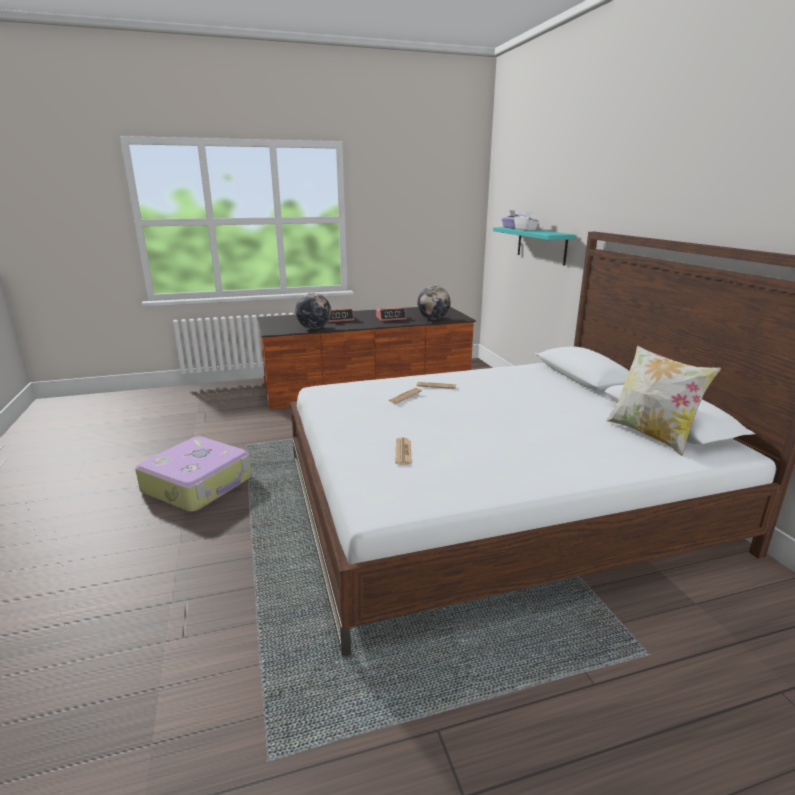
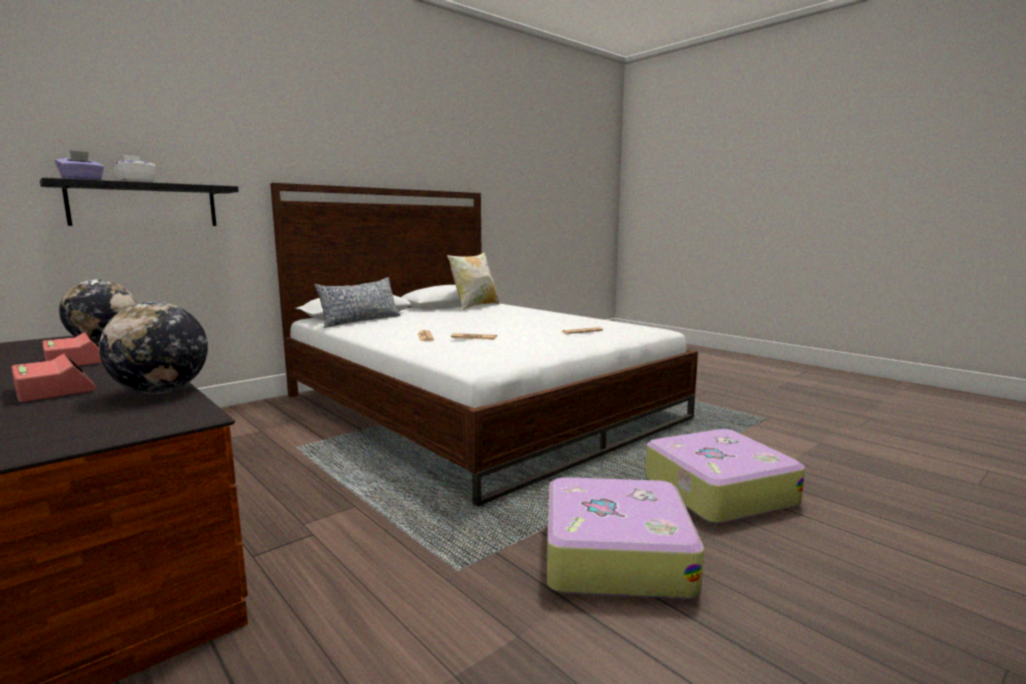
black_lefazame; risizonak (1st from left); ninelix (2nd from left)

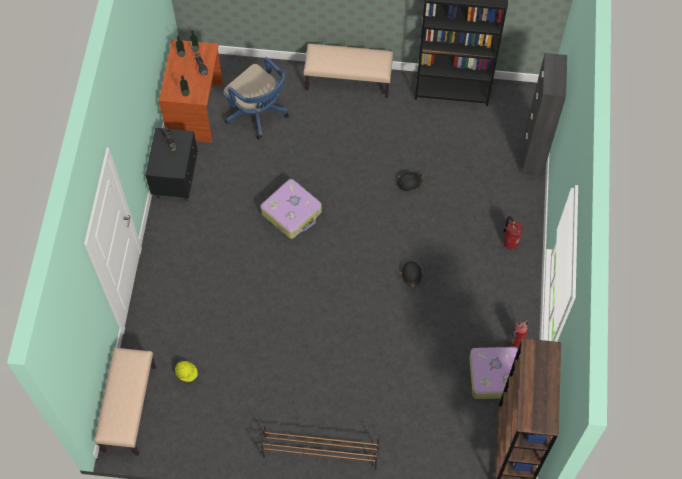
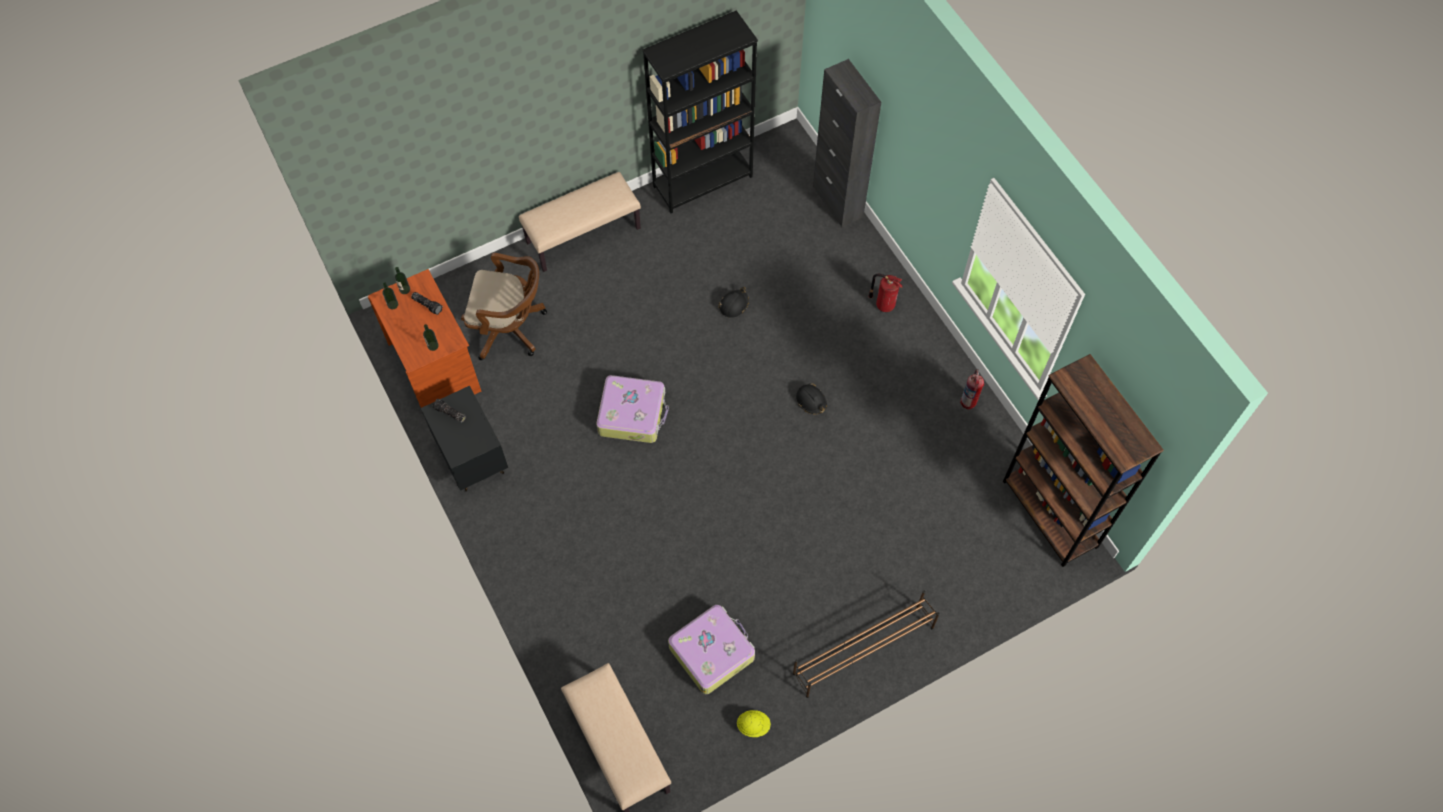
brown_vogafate; ninelix (2nd from left); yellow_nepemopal

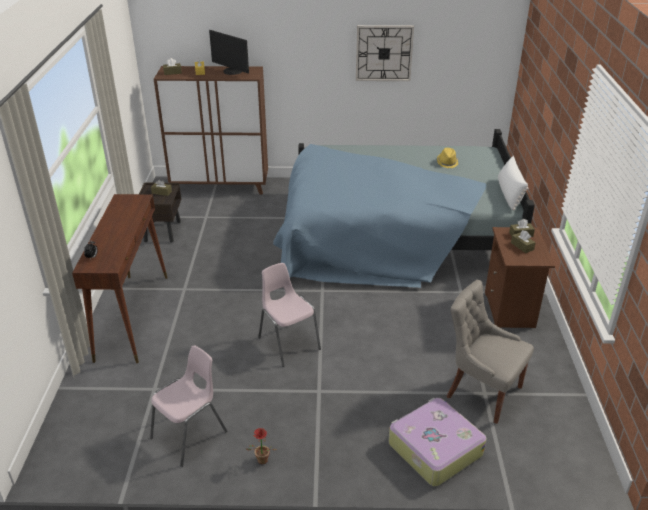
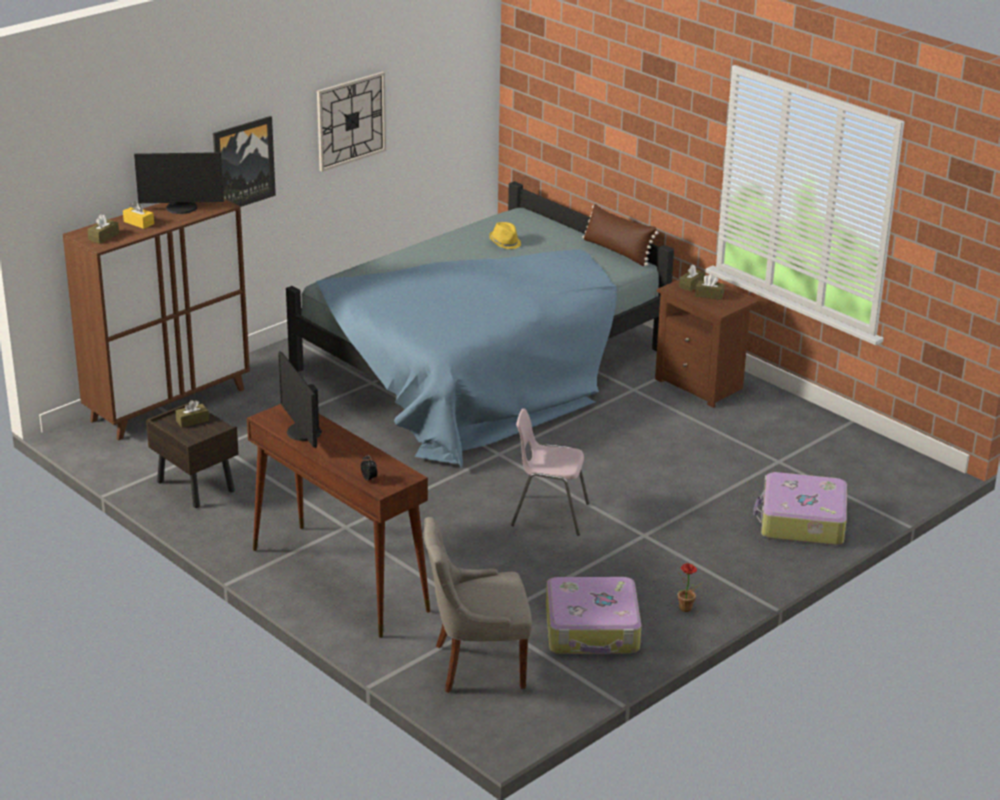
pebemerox; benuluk (2nd from left); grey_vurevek; ninelix (1st from left); brown_risizonak

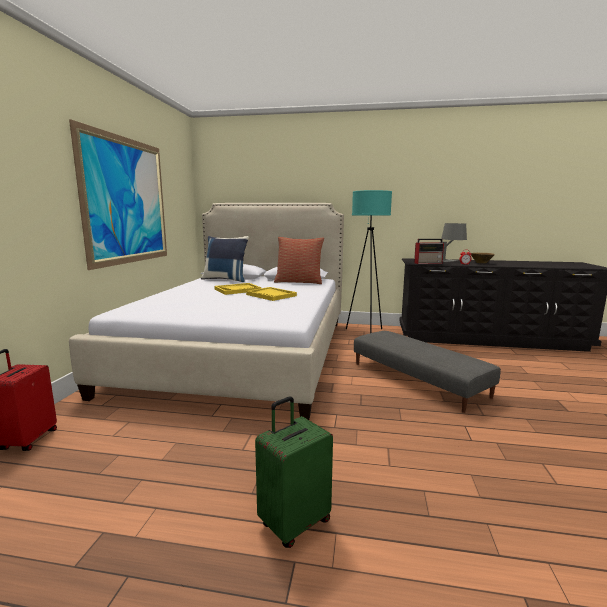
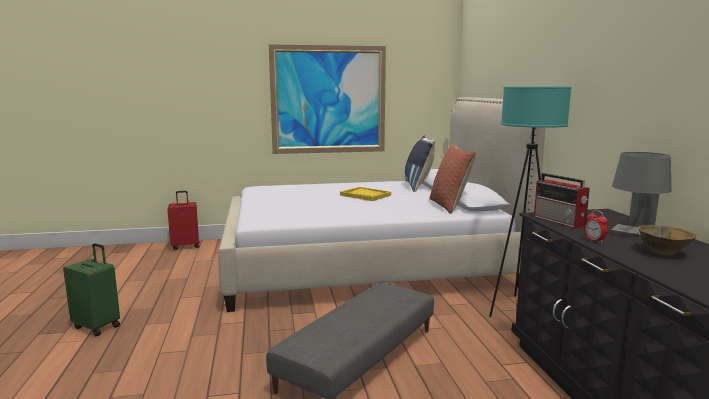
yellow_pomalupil (2nd from left in the first image)

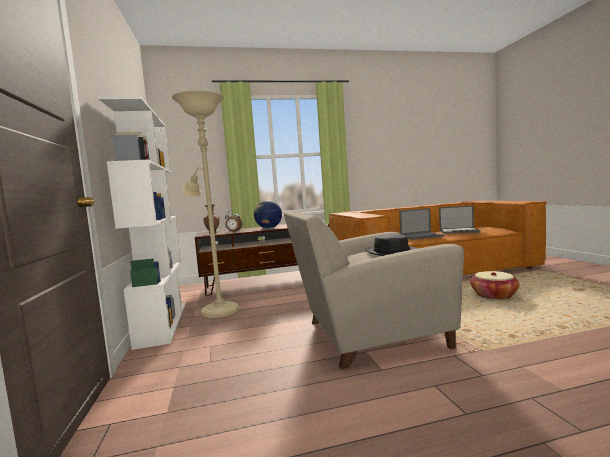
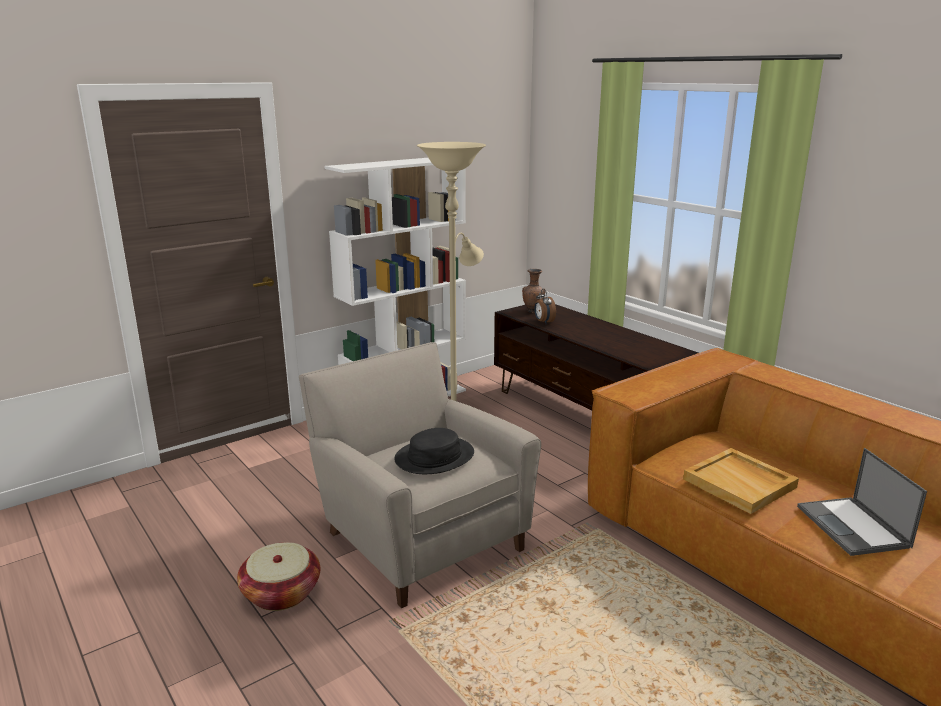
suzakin; beige_pomalupil; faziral

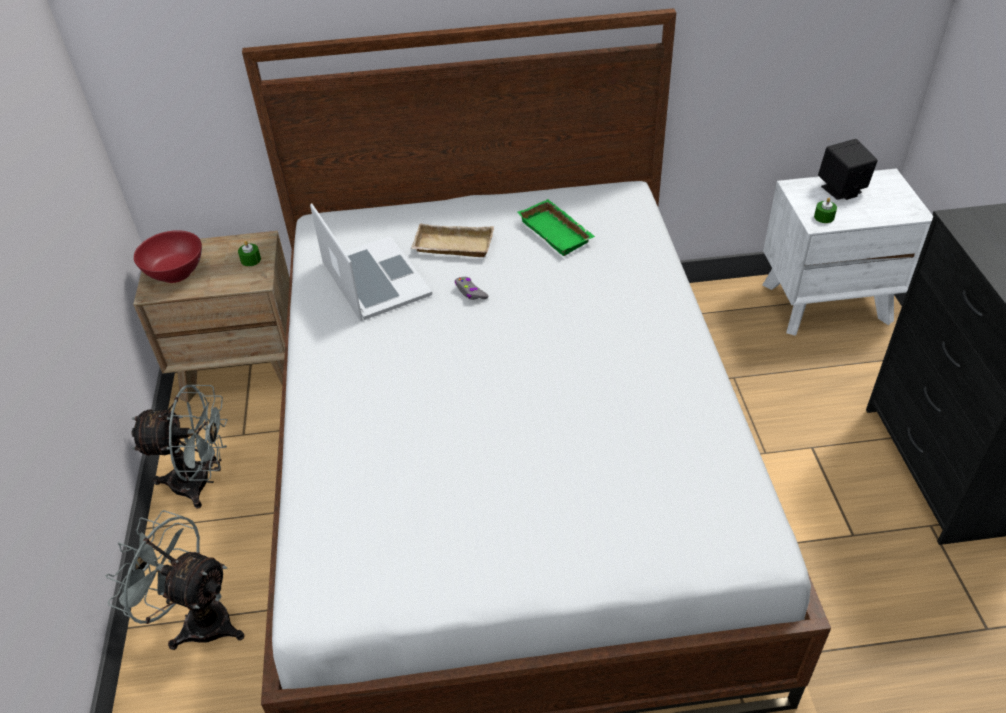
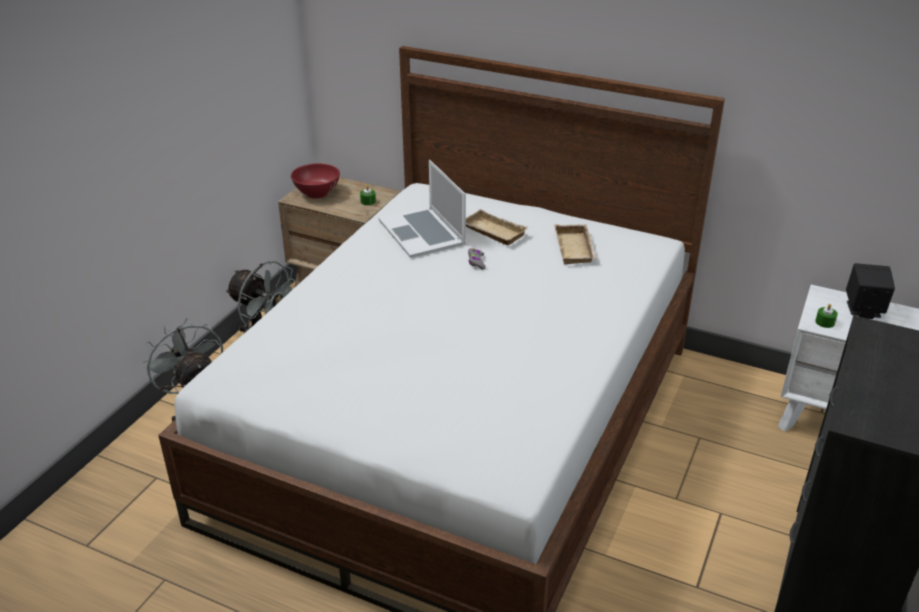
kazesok; beige_pomalupil (2nd from left)

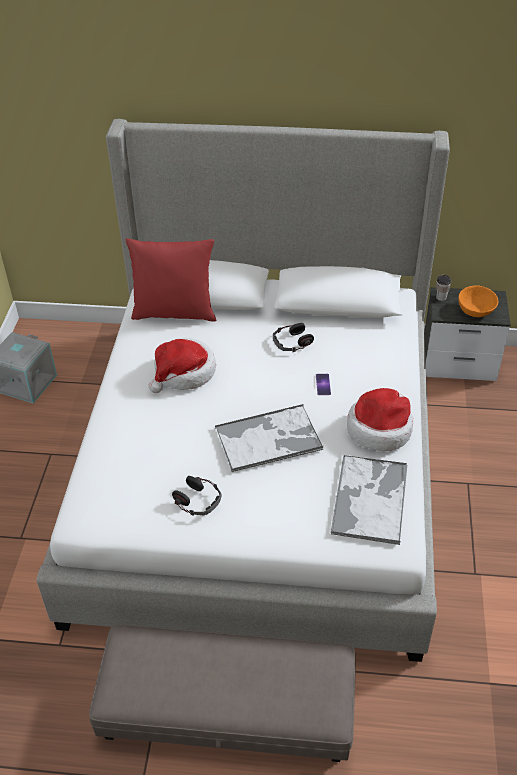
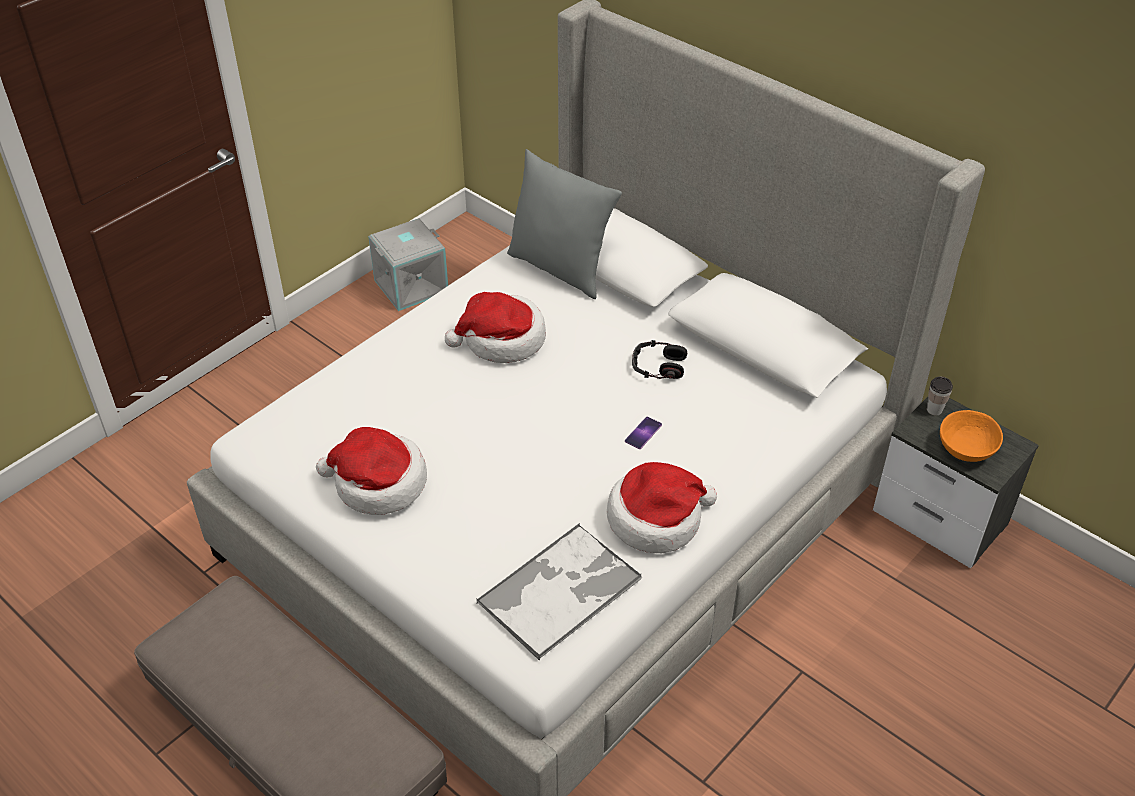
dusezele (1st from left); grey_risizonak; pomalupil (1st from left in the first image)

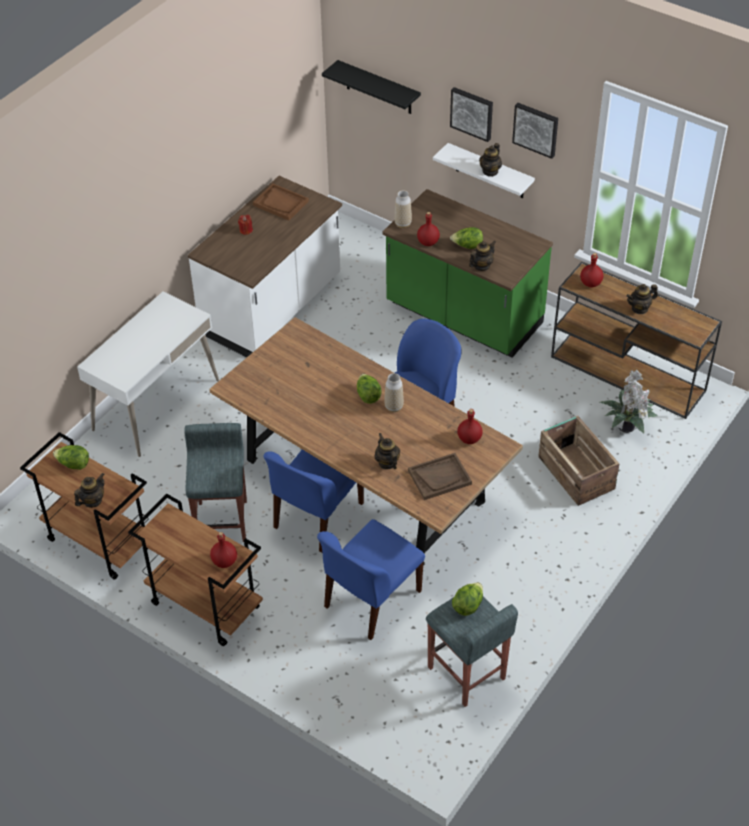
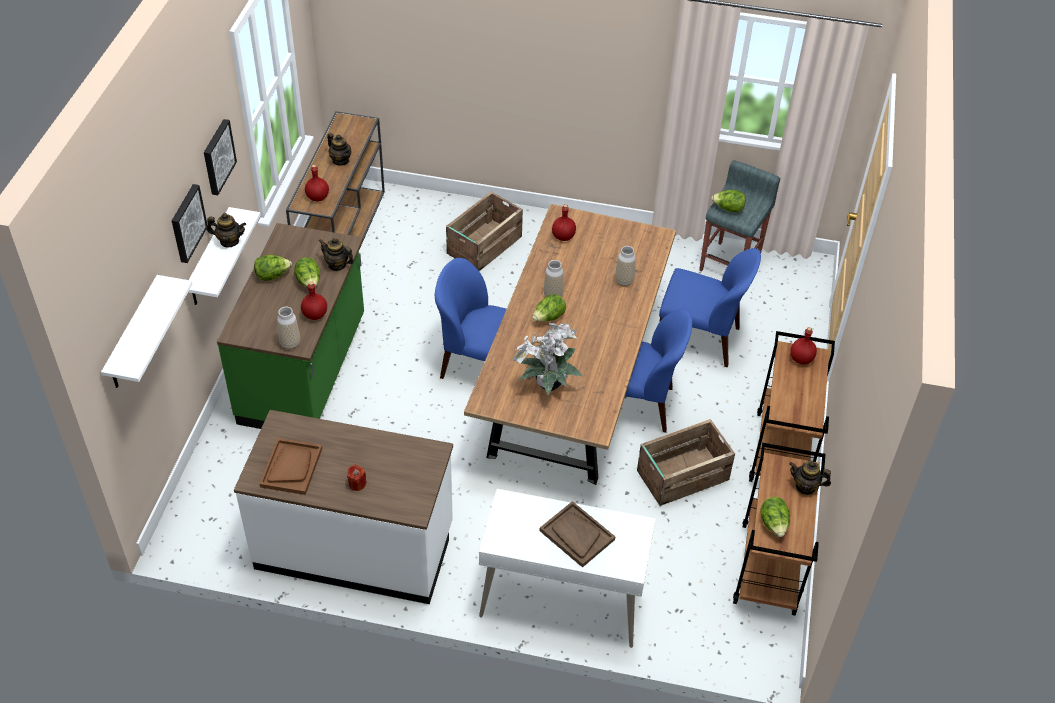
white_lefazame (1st from left); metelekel (1st from left); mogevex; brown_pomalupil (2nd from left); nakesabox (3rd from left); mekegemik (2nd from left)

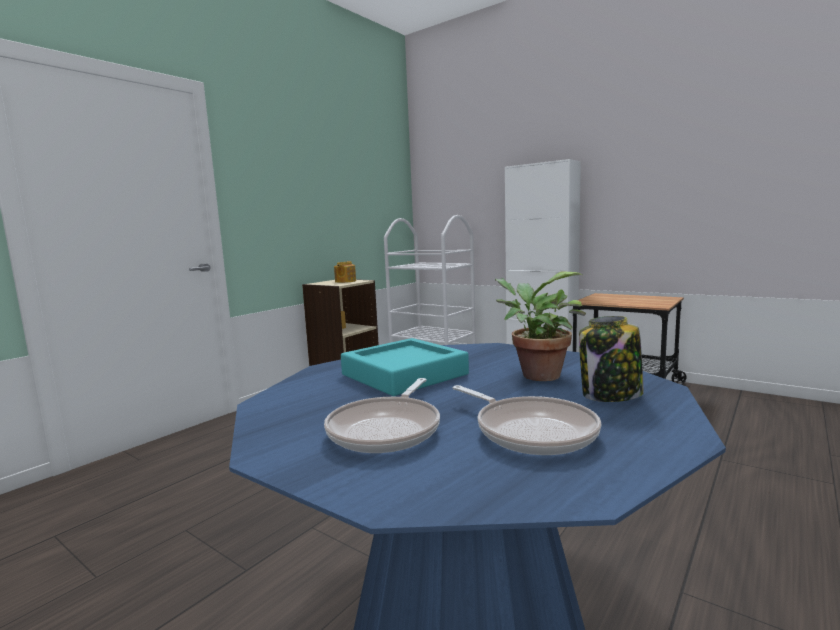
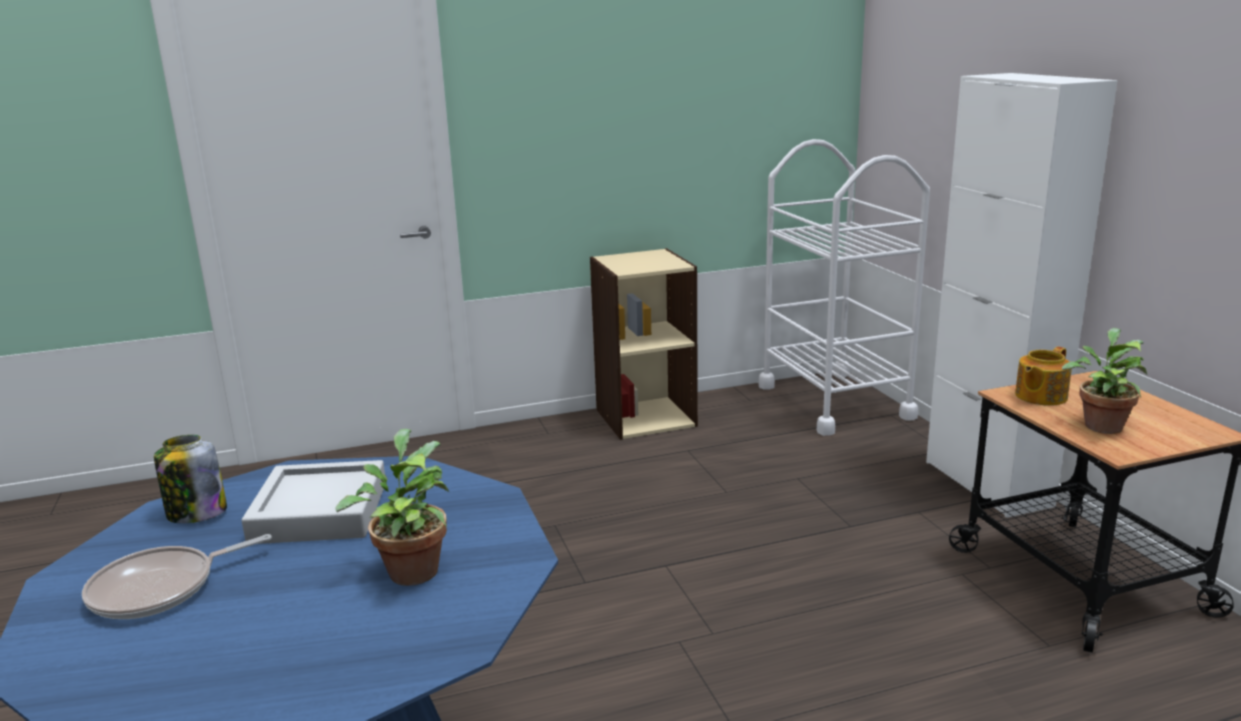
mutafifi; grey_pomalupil; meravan; mogevex (2nd from left); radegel (2nd from left in the first image)

